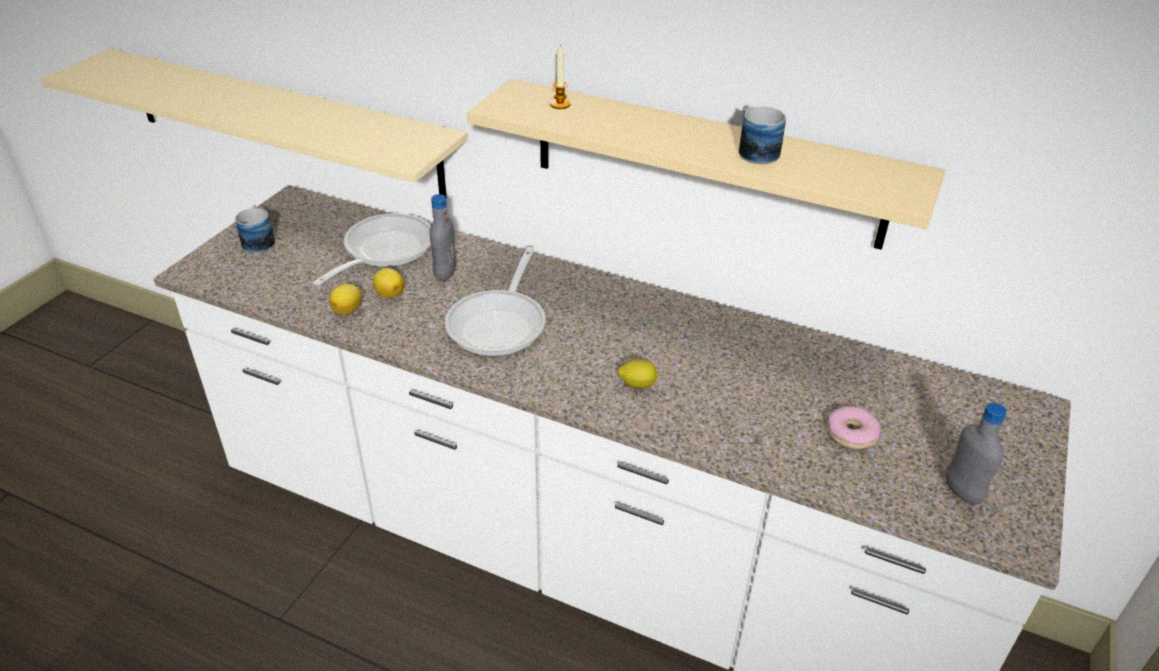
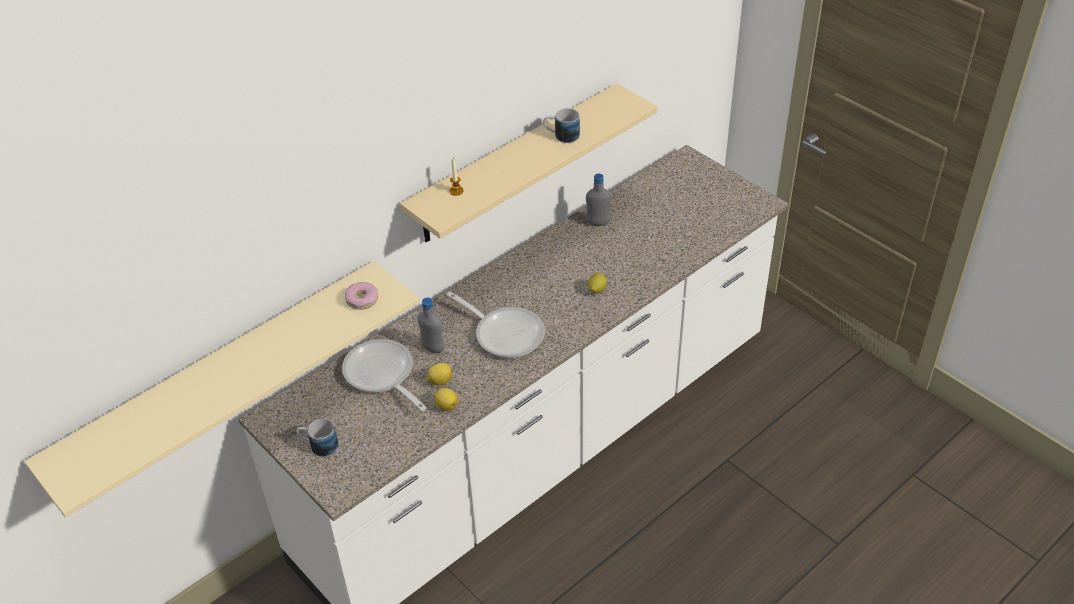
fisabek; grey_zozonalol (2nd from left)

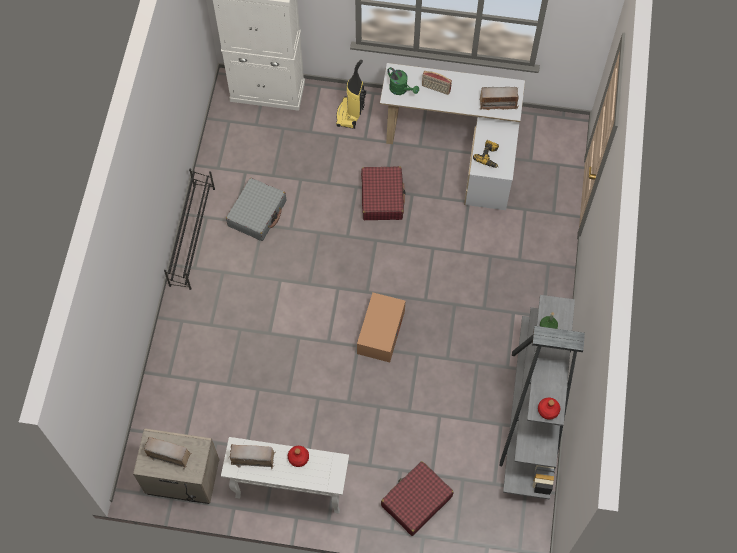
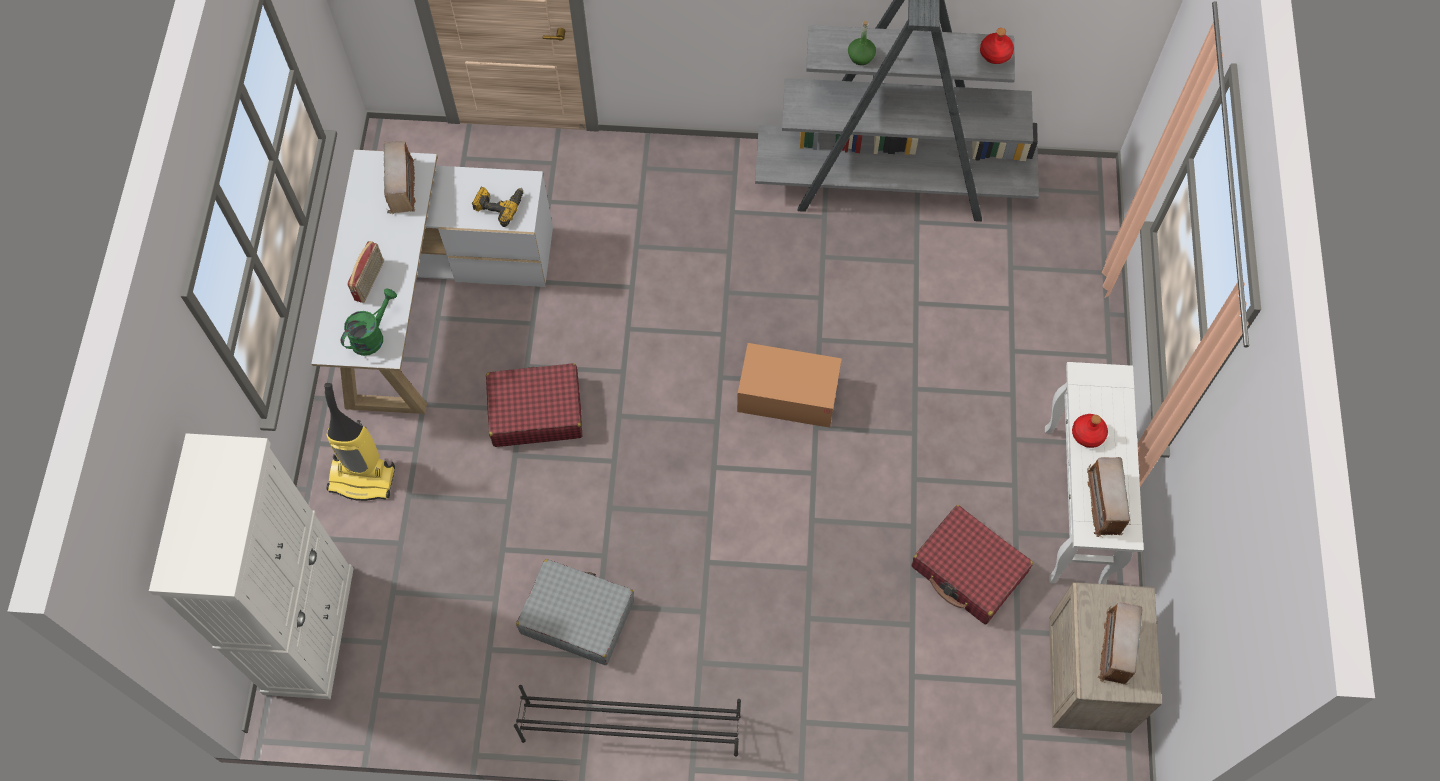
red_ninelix (2nd from left)

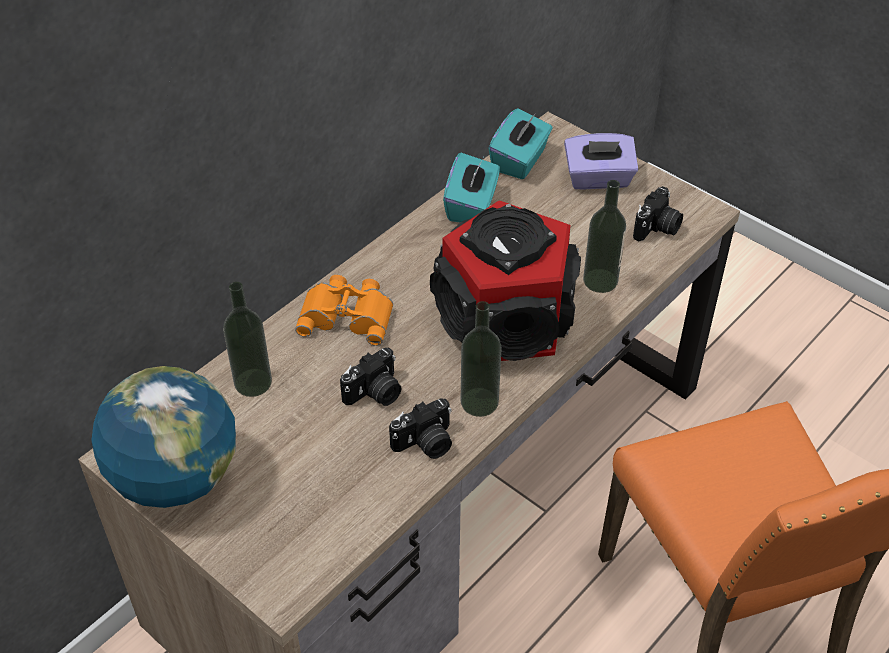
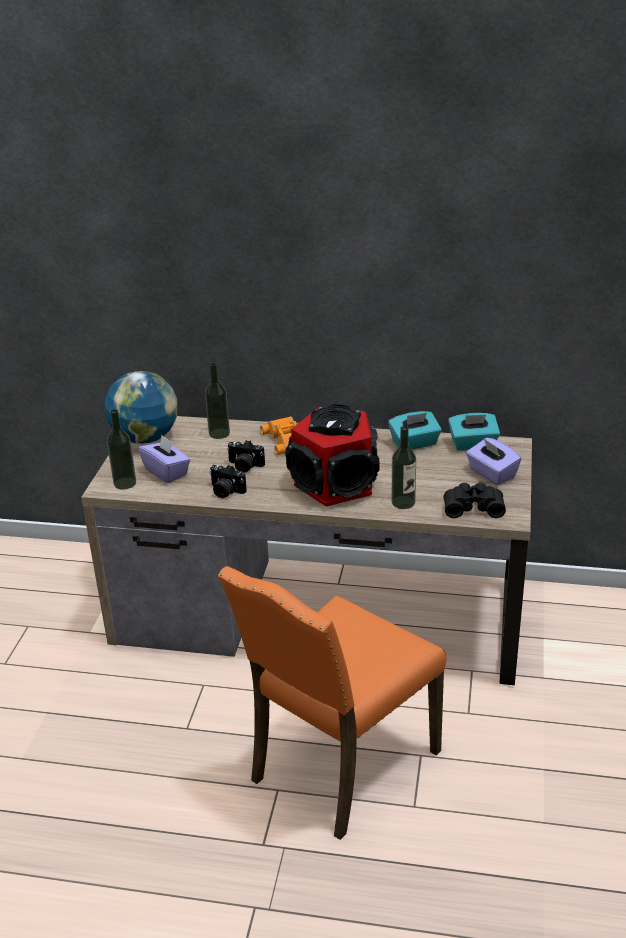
zozonalol (1st from left); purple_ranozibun (1st from left); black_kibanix

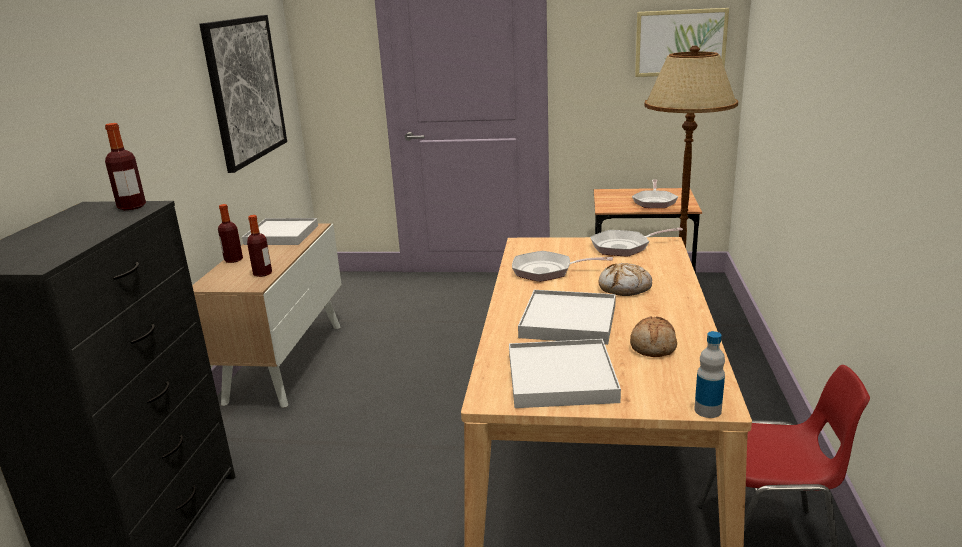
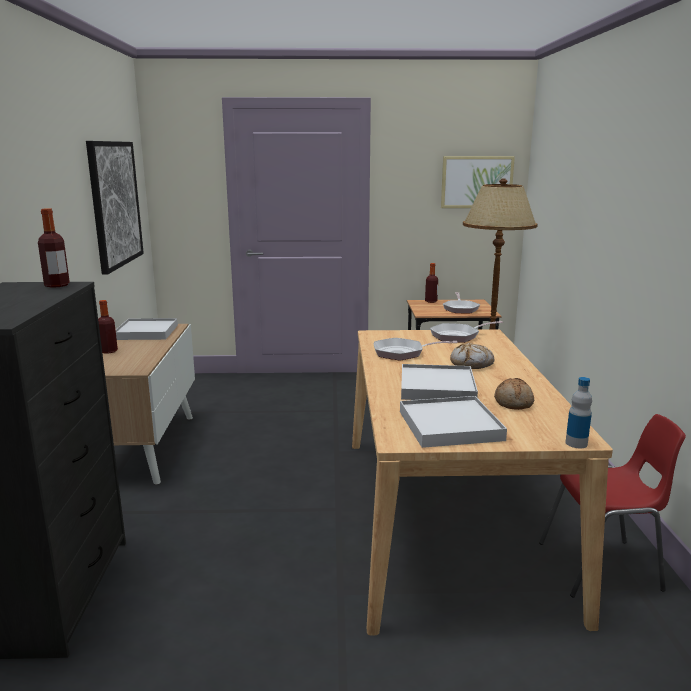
zozonalol (3rd from left)

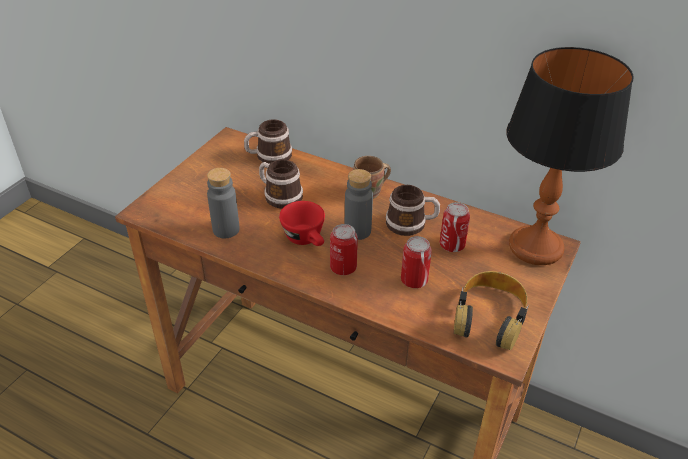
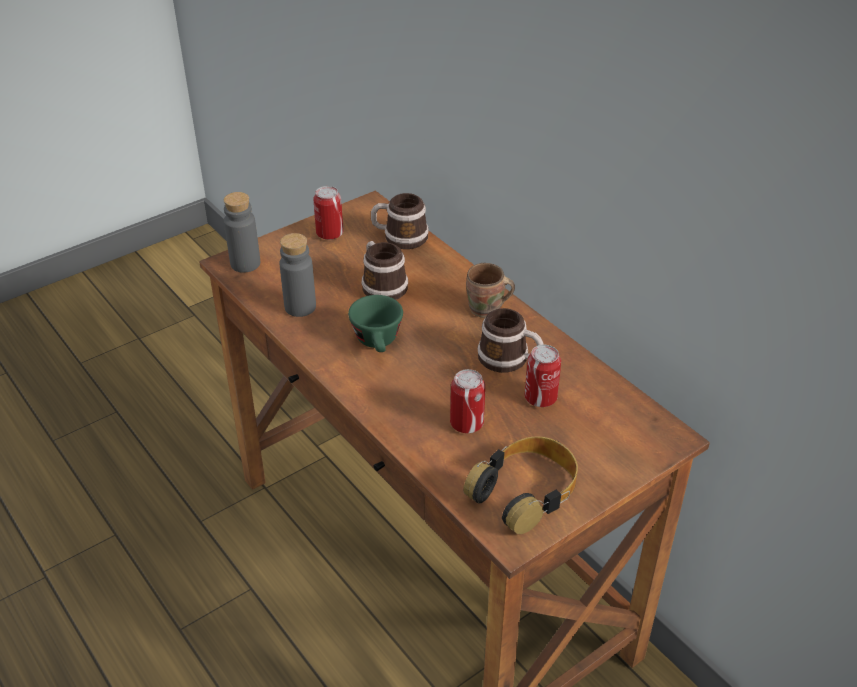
grey_zozonalol (1st from left); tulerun (1st from left); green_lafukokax; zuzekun

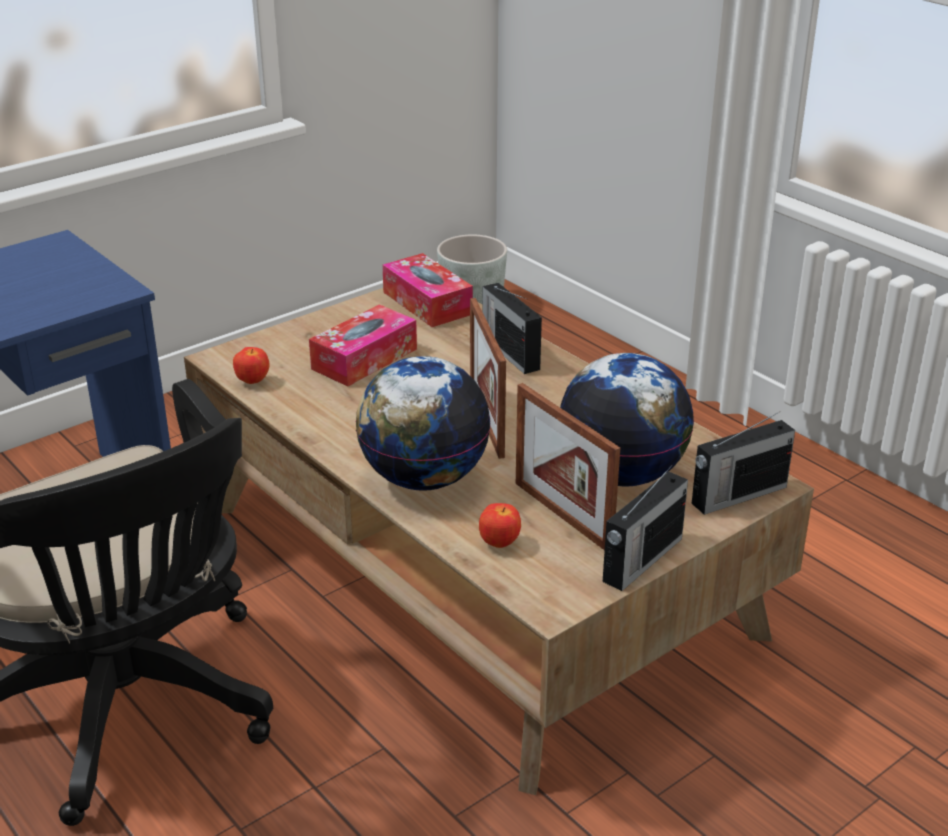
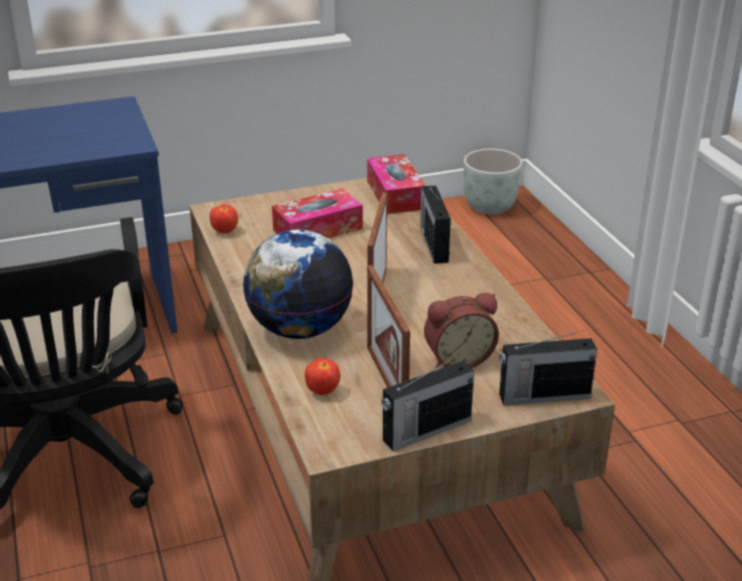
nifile

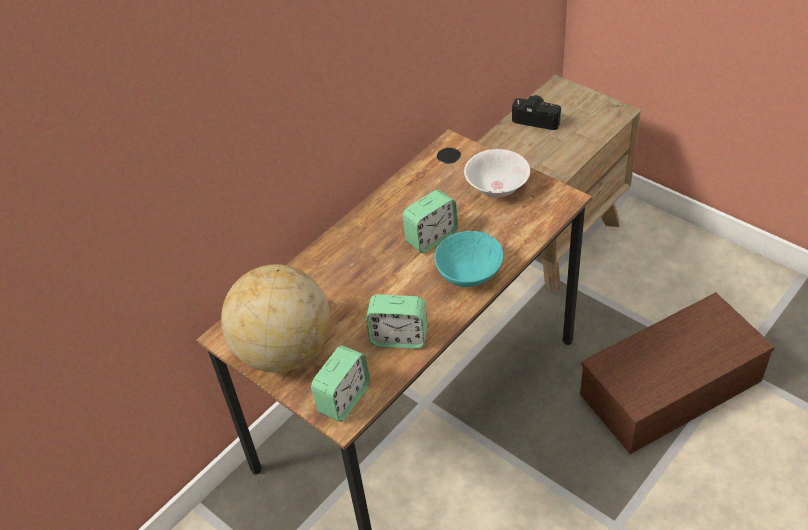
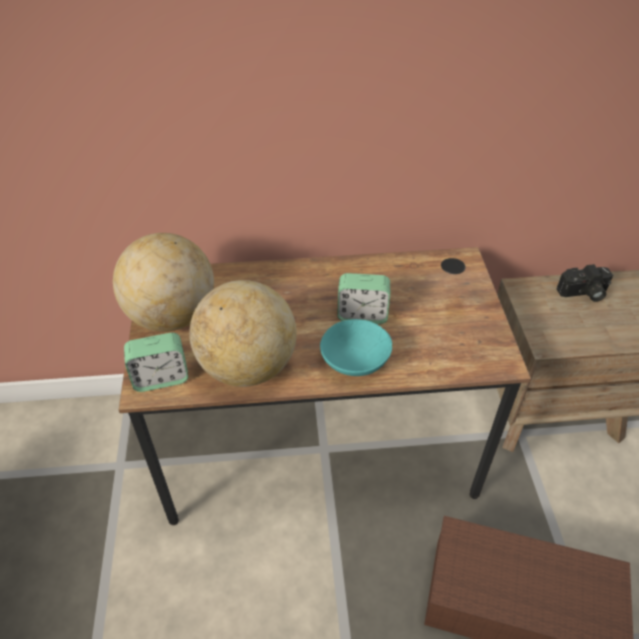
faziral (2nd from left); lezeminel; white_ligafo

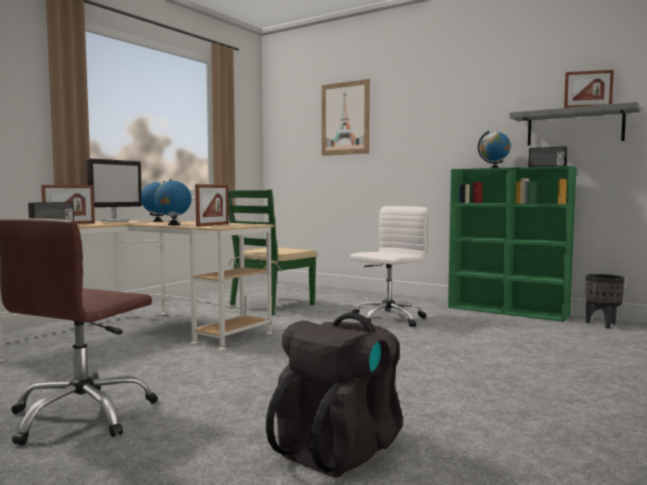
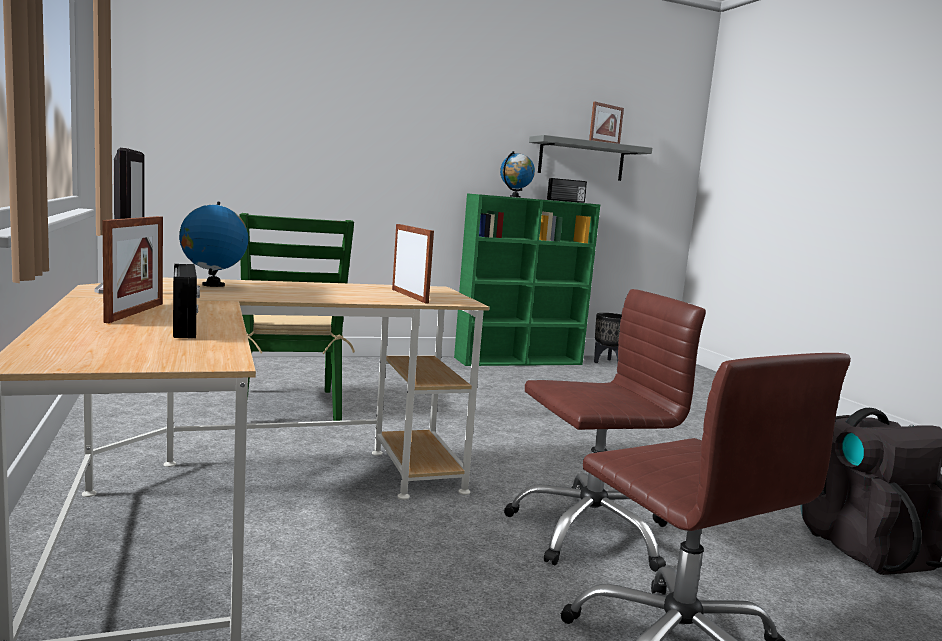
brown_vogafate (1st from left); faziral (2nd from left in the first image); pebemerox; white_vogafate

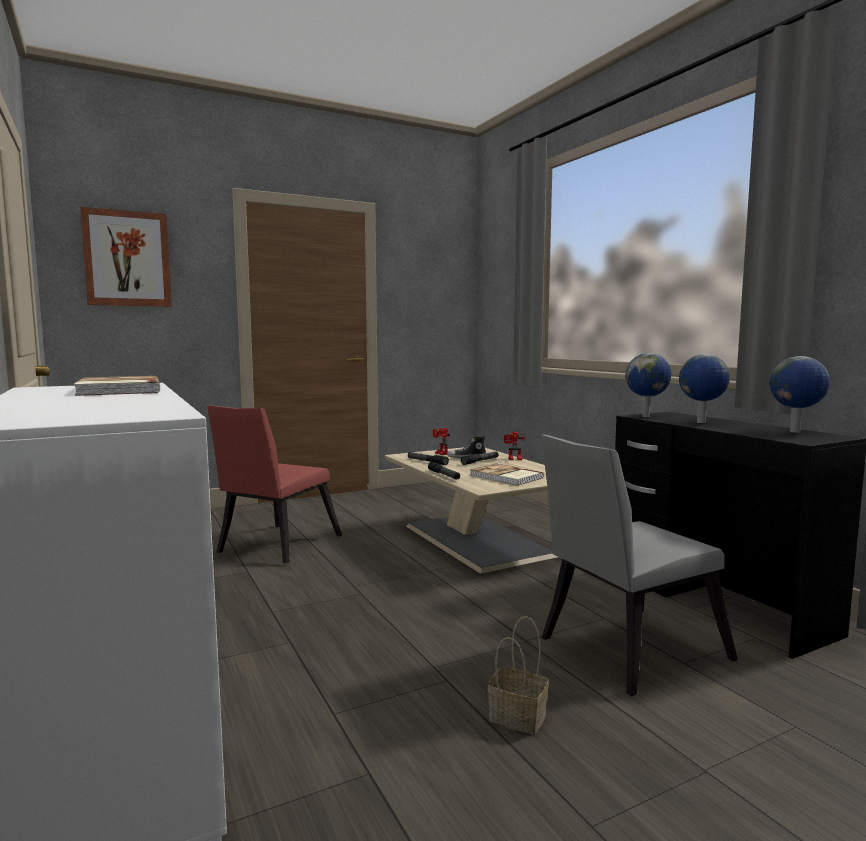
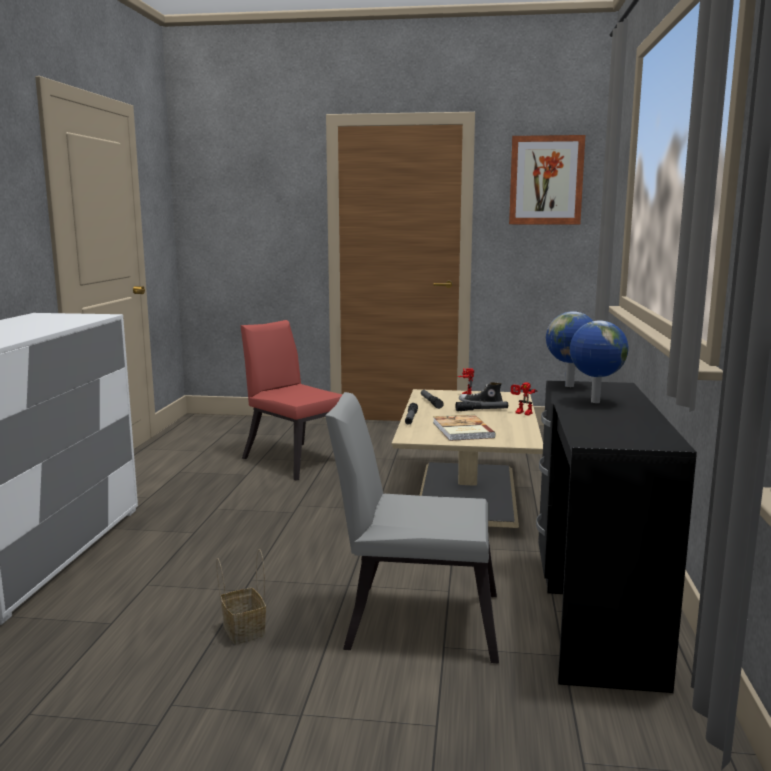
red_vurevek; pebemerox; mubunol (1st from left in the first image); faziral (3rd from left in the first image)

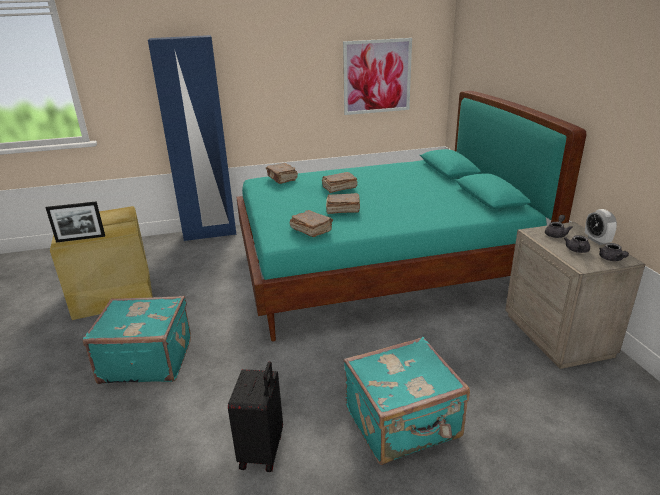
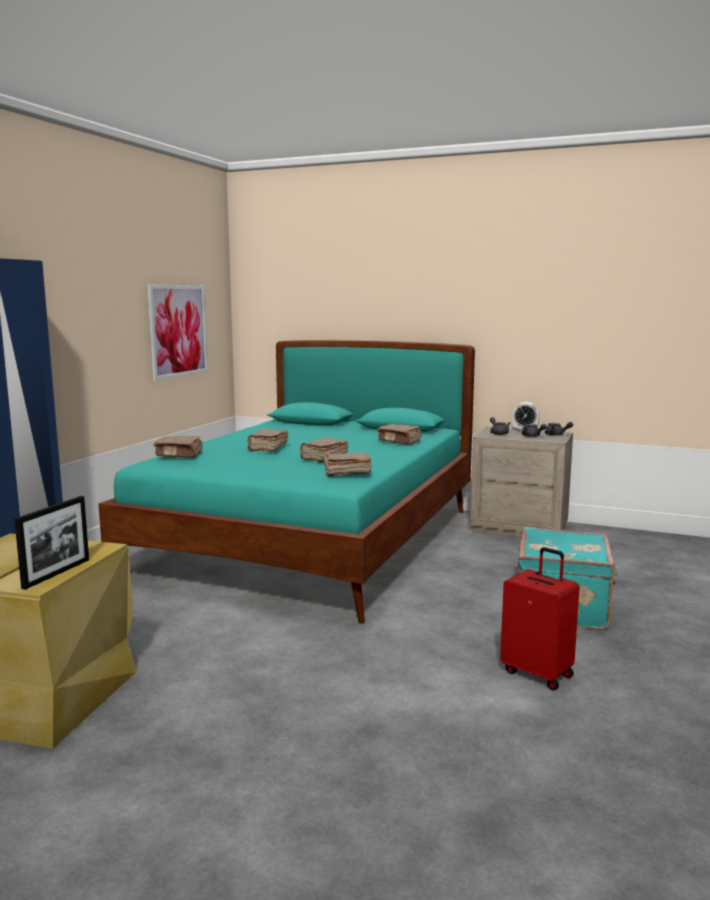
brown_mubunol (5th from left); red_ninelix; turquoise_ninelix (1st from left in the first image)

